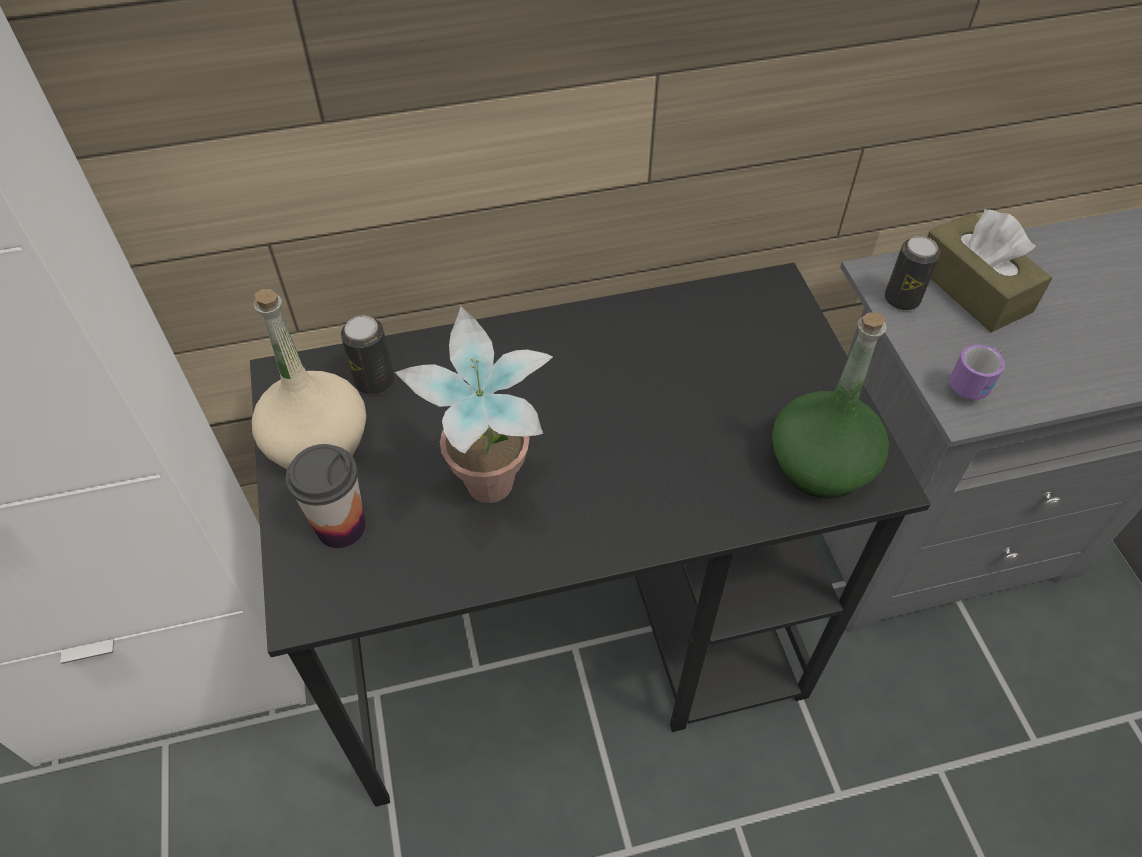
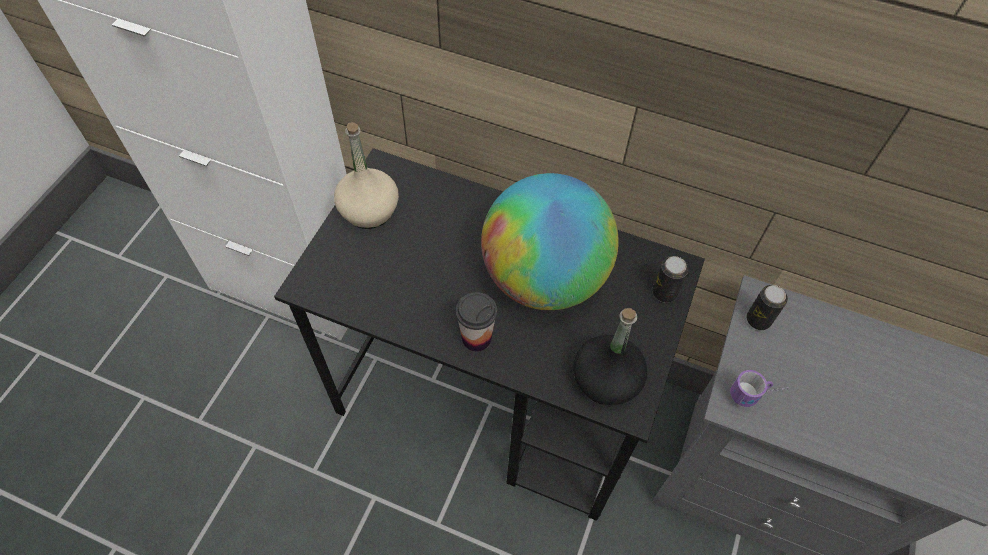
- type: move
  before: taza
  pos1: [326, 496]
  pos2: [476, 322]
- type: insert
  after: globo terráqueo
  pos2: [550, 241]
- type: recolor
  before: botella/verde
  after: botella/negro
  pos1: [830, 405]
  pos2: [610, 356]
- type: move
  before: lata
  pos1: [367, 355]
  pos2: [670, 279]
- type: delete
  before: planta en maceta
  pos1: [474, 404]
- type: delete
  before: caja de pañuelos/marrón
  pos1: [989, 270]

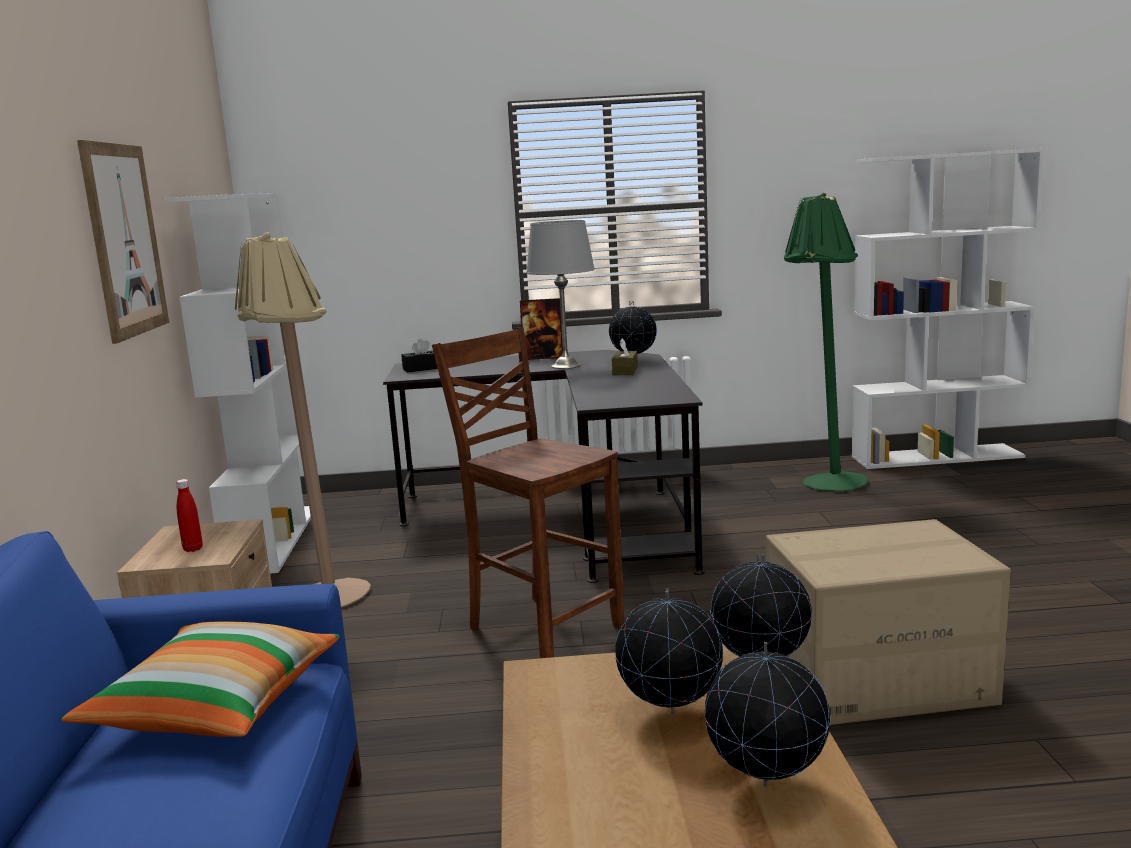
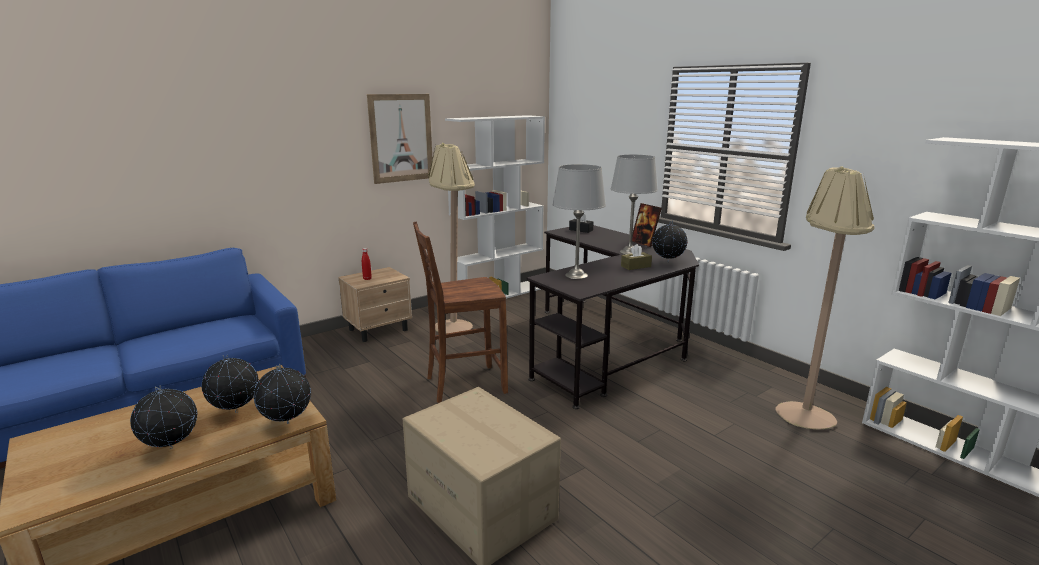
- type: rotate
  before: silla/marrón
  pos1: [528, 492]
  pos2: [460, 312]
  turn: -120
- type: insert
  after: lámpara de mesa/gris
  pos2: [579, 221]
- type: recolor
  before: lámpara de pie/verde
  after: lámpara de pie/beis
  pos1: [826, 341]
  pos2: [825, 297]
- type: delete
  before: cojín
  pos1: [200, 679]

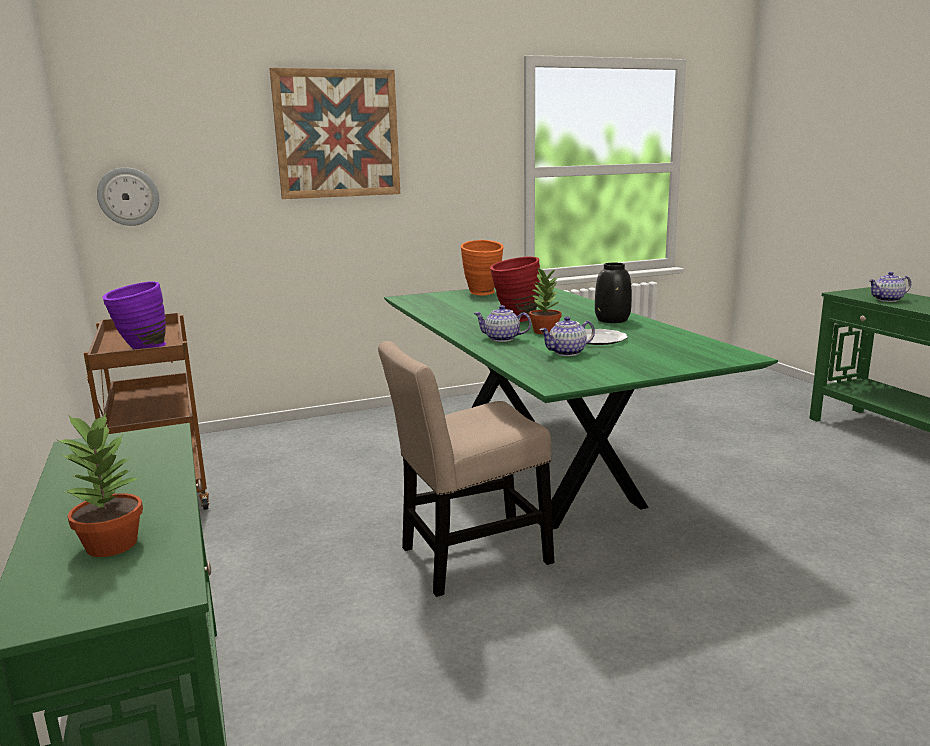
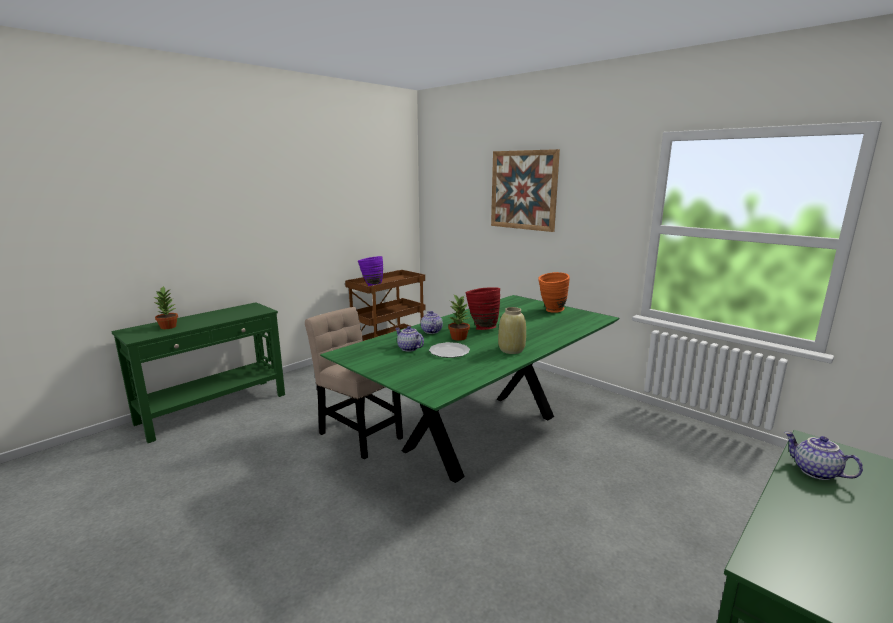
- type: recolor
  before: florero/negro
  after: florero/beis
  pos1: [613, 293]
  pos2: [512, 330]
- type: delete
  before: reloj de pared
  pos1: [128, 196]

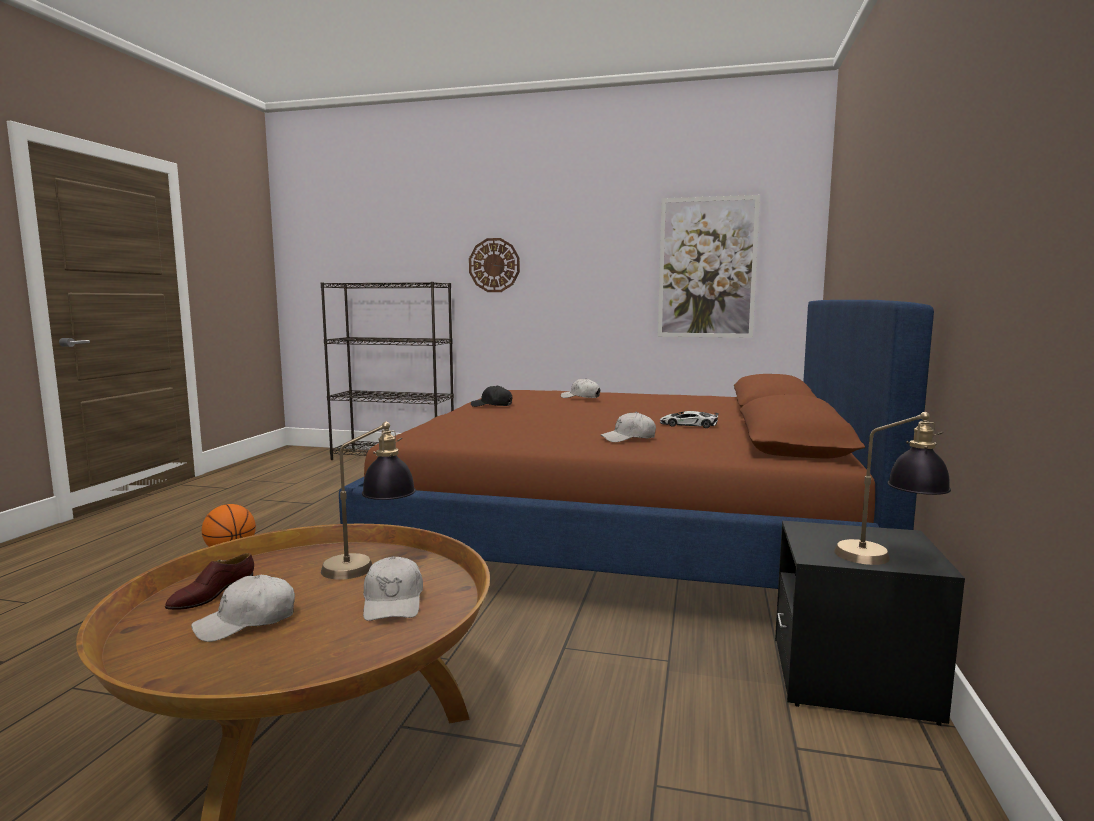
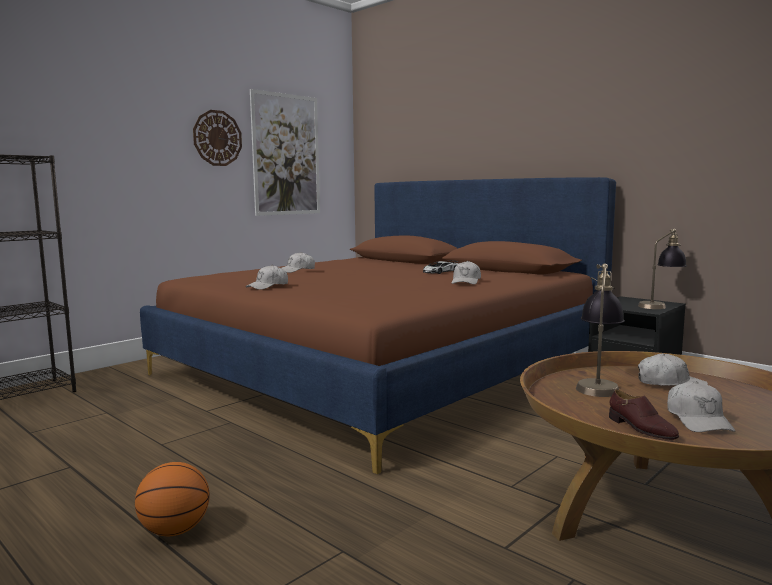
- type: move
  before: reloj de pared
  pos1: [494, 265]
  pos2: [217, 138]
- type: recolor
  before: gorra/negro
  after: gorra/blanco
  pos1: [492, 396]
  pos2: [267, 277]

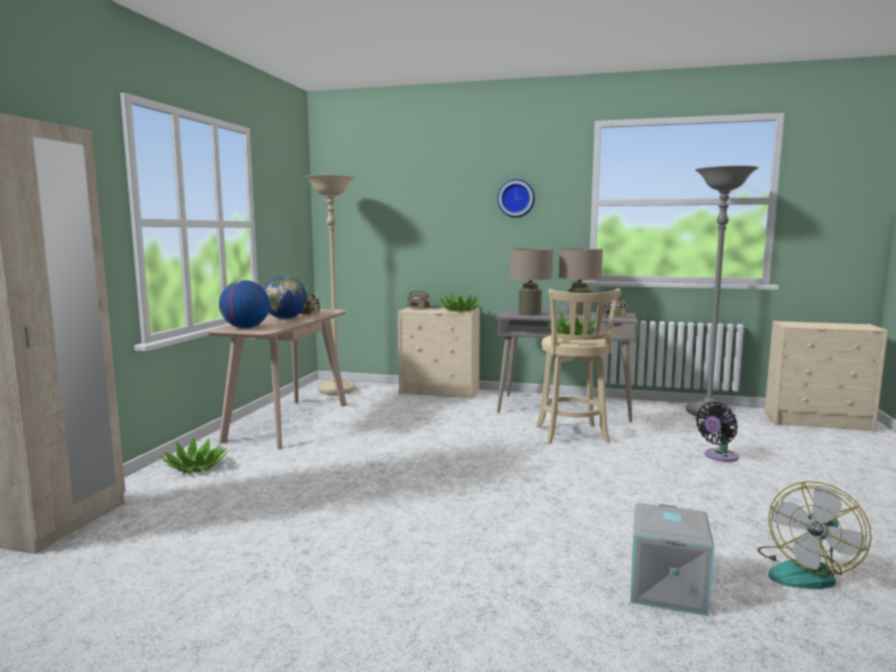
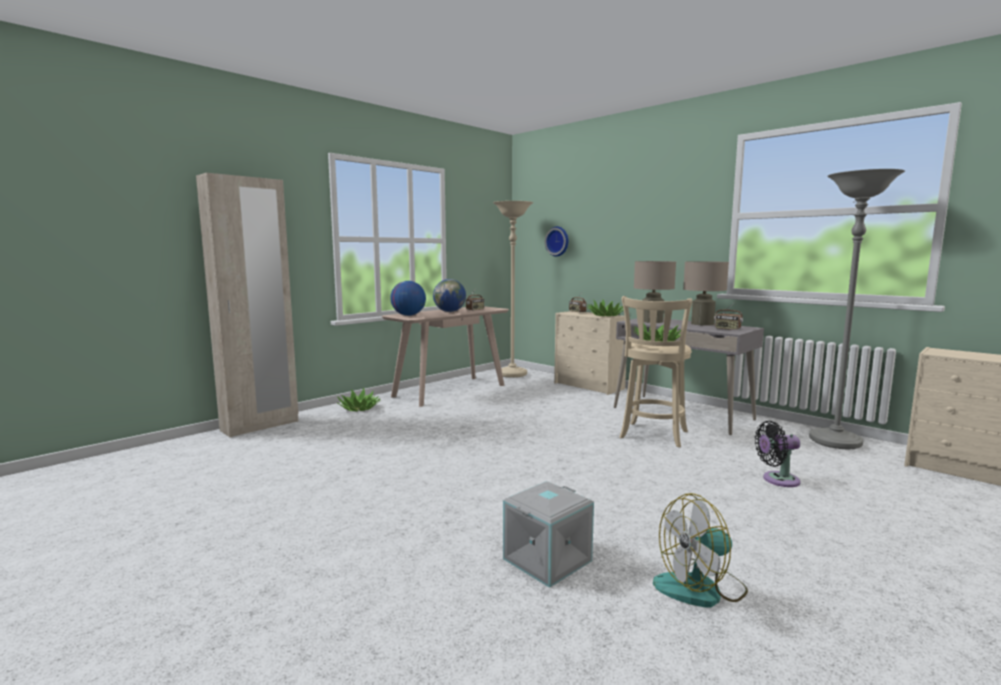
- type: move
  before: reloj de pared
  pos1: [516, 198]
  pos2: [556, 242]

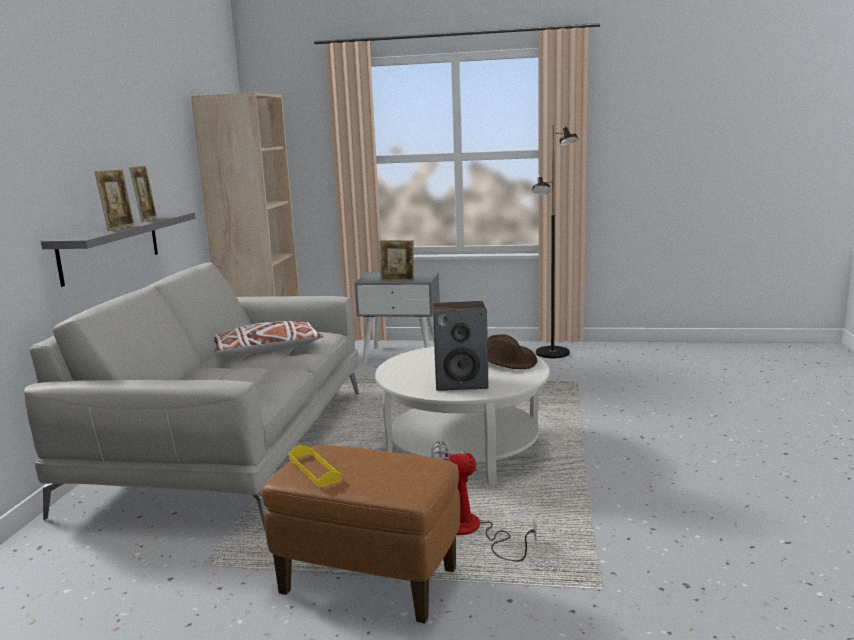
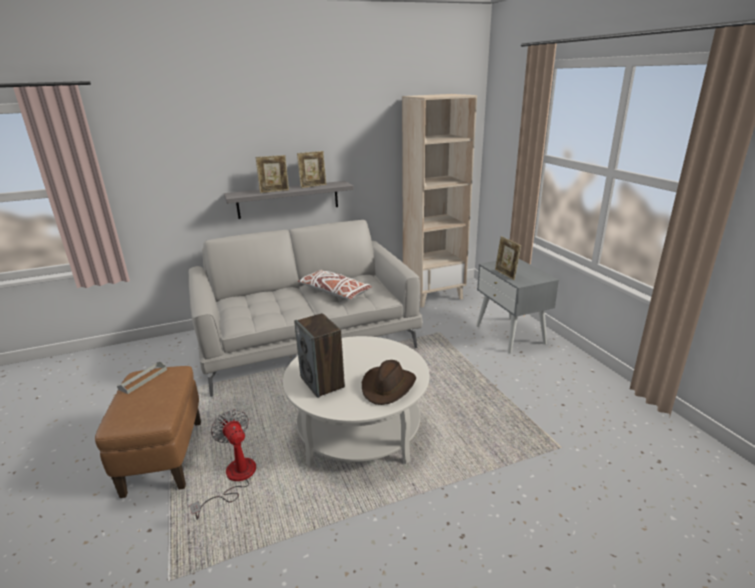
- type: recolor
  before: bandeja/amarillo
  after: bandeja/gris
  pos1: [315, 466]
  pos2: [142, 378]
- type: delete
  before: lámpara de pie/negro
  pos1: [555, 241]

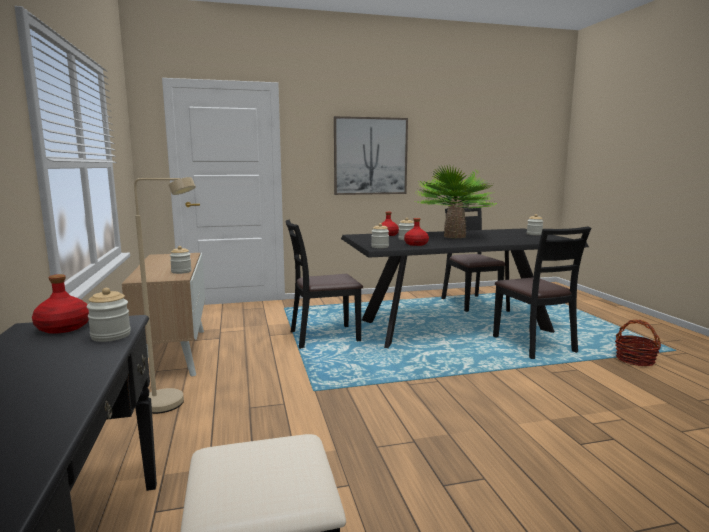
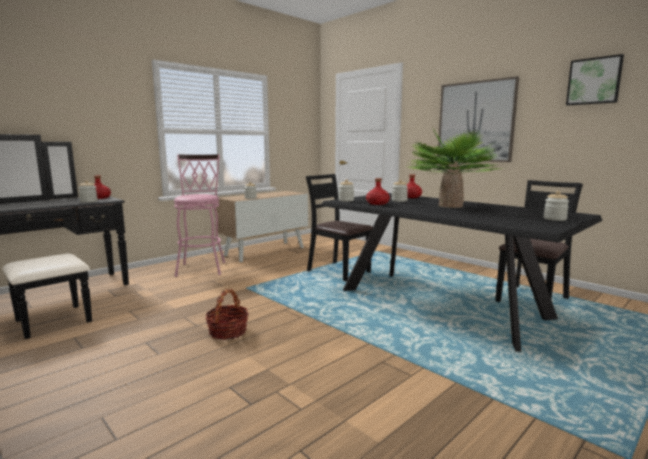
- type: replace
  before: lámpara de pie/beis
  after: taburete/rosa
  pos1: [165, 295]
  pos2: [199, 215]
- type: move
  before: cesta
  pos1: [638, 343]
  pos2: [226, 314]
- type: insert
  after: cuadro
  pos2: [595, 80]
- type: delete
  before: silla/negro
  pos1: [542, 292]

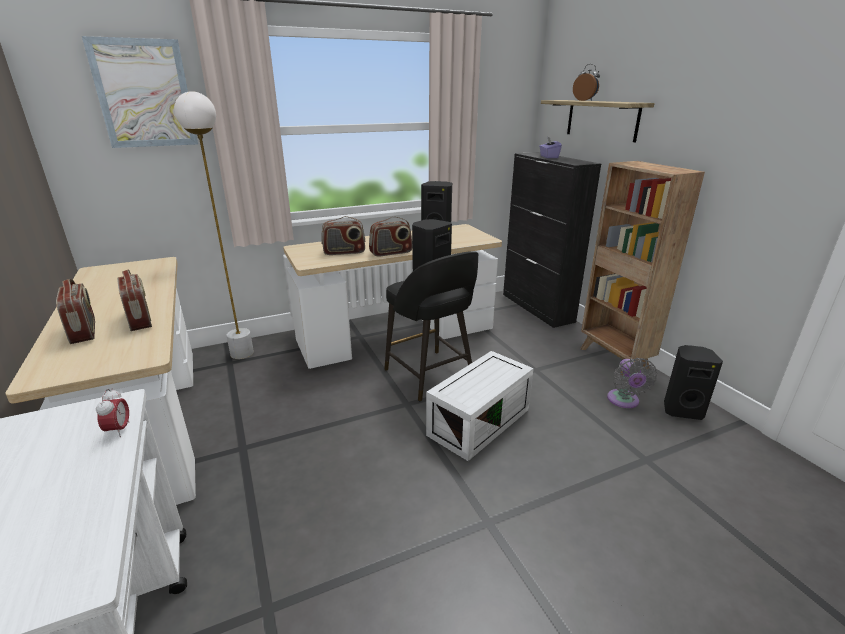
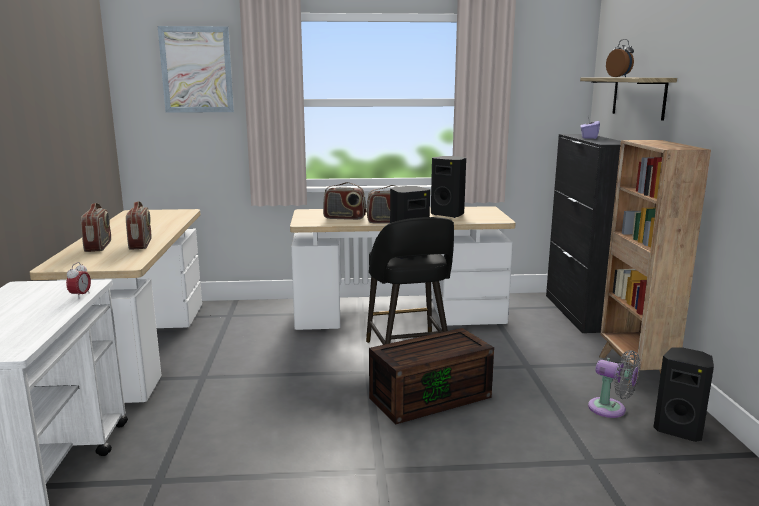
- type: recolor
  before: caja de almacenaje/blanco
  after: caja de almacenaje/marrón
  pos1: [480, 406]
  pos2: [431, 376]
- type: rotate
  before: ventilador/gris
  pos1: [632, 383]
  pos2: [614, 384]
  turn: -75
- type: delete
  before: lámpara de pie/blanco
  pos1: [214, 225]

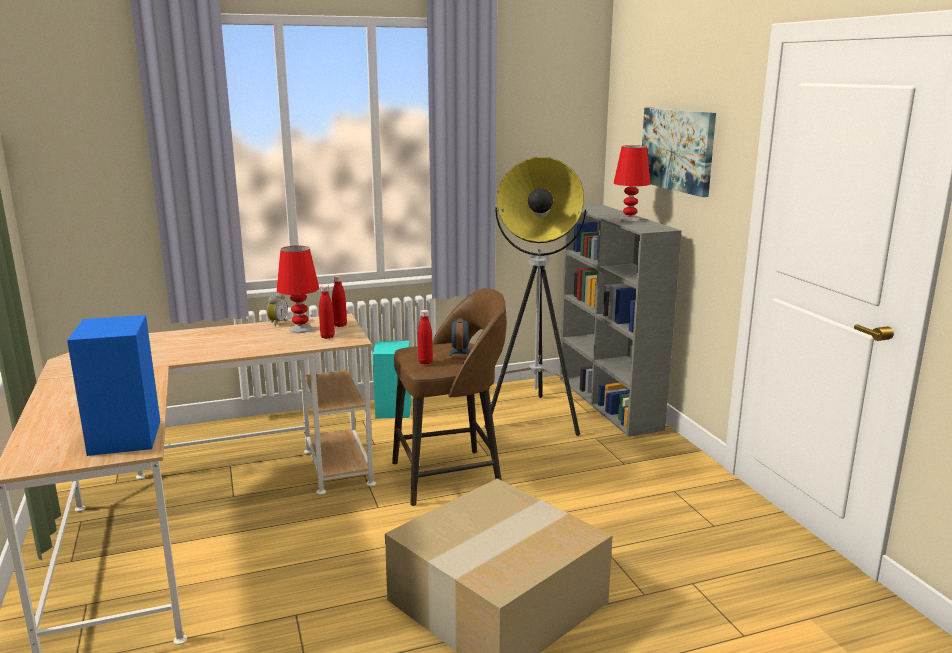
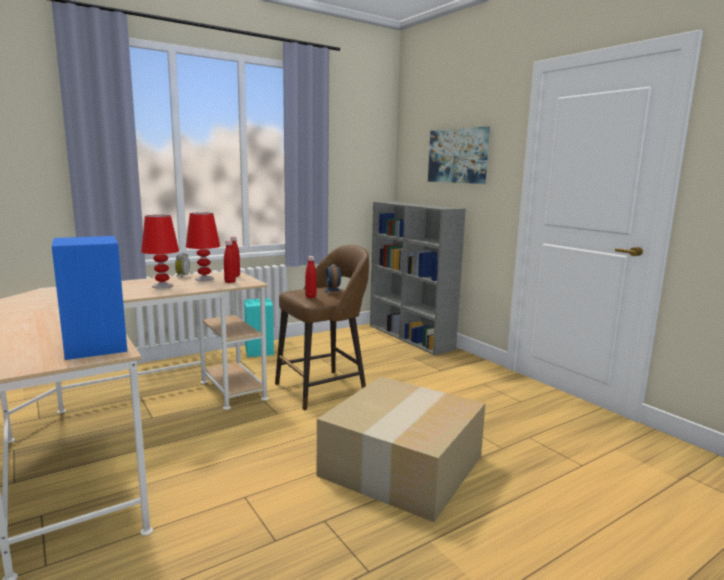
- type: move
  before: lámpara de mesa/rojo
  pos1: [632, 183]
  pos2: [160, 252]
- type: delete
  before: lámpara de pie
  pos1: [535, 296]

